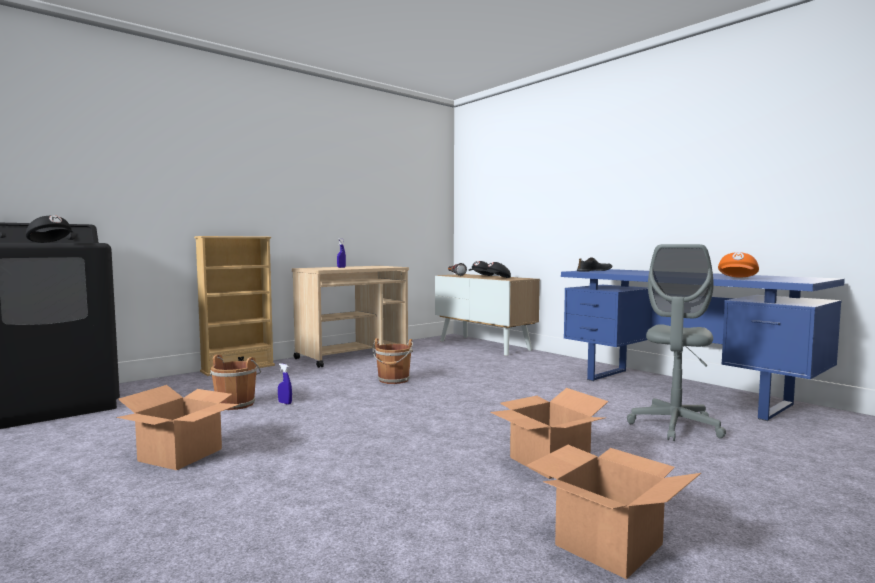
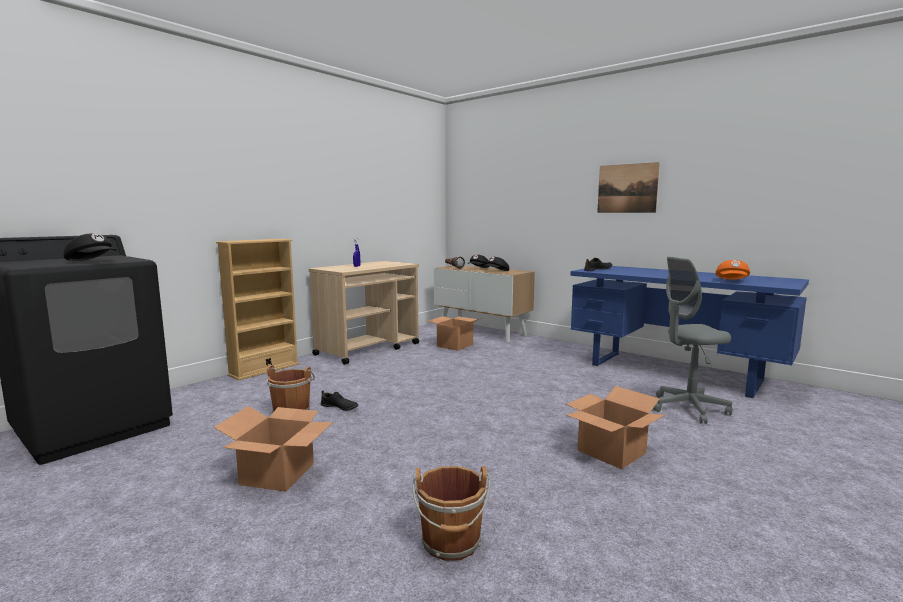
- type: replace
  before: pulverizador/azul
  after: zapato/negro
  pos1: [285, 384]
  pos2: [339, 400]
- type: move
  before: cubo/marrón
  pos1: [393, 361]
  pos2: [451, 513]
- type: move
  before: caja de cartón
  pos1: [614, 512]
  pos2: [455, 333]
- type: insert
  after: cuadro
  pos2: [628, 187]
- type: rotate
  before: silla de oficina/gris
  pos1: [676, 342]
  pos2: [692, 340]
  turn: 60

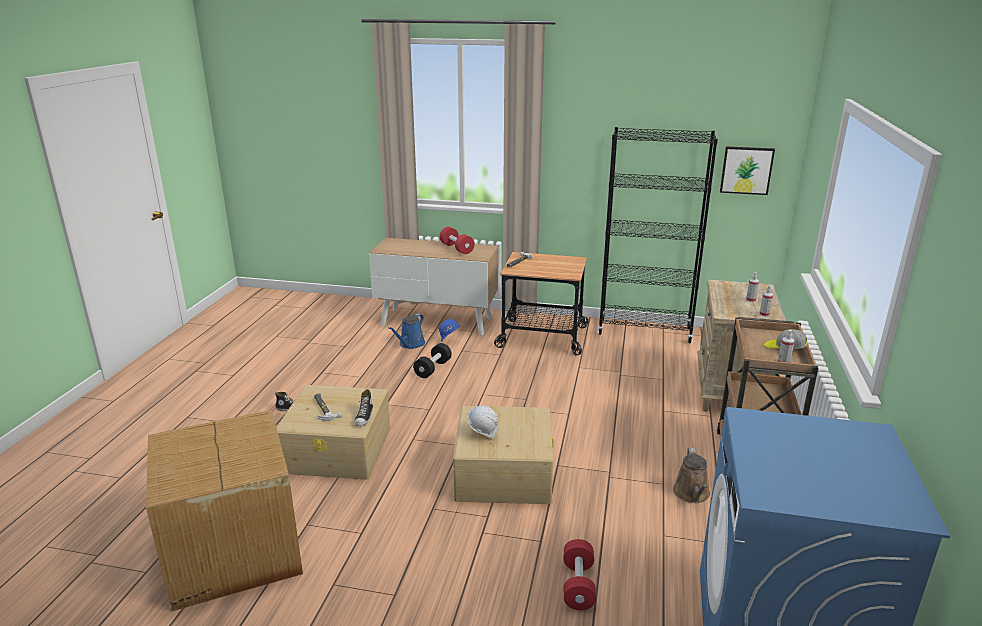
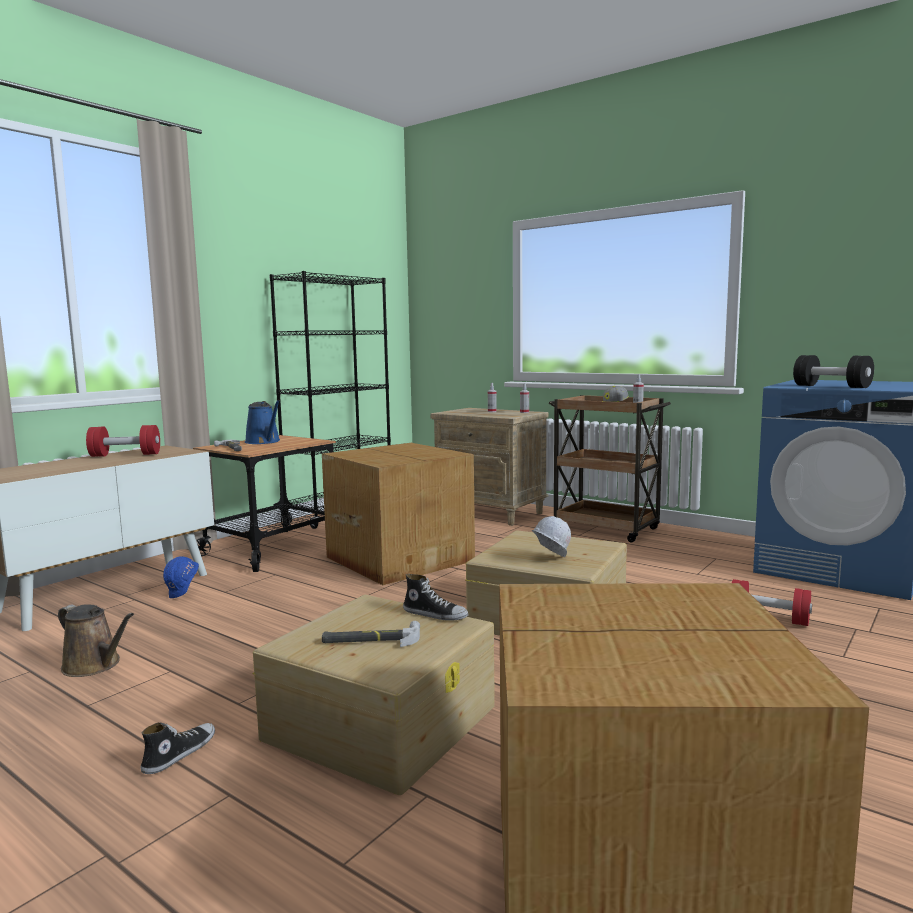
- type: move
  before: regadera/marrón
  pos1: [691, 475]
  pos2: [96, 640]
- type: move
  before: regadera/azul
  pos1: [406, 331]
  pos2: [262, 422]
- type: insert
  after: caja de cartón
  pos2: [398, 514]
- type: move
  before: mancuerna/negro
  pos1: [432, 360]
  pos2: [833, 371]
- type: delete
  before: cuadro
  pos1: [747, 170]

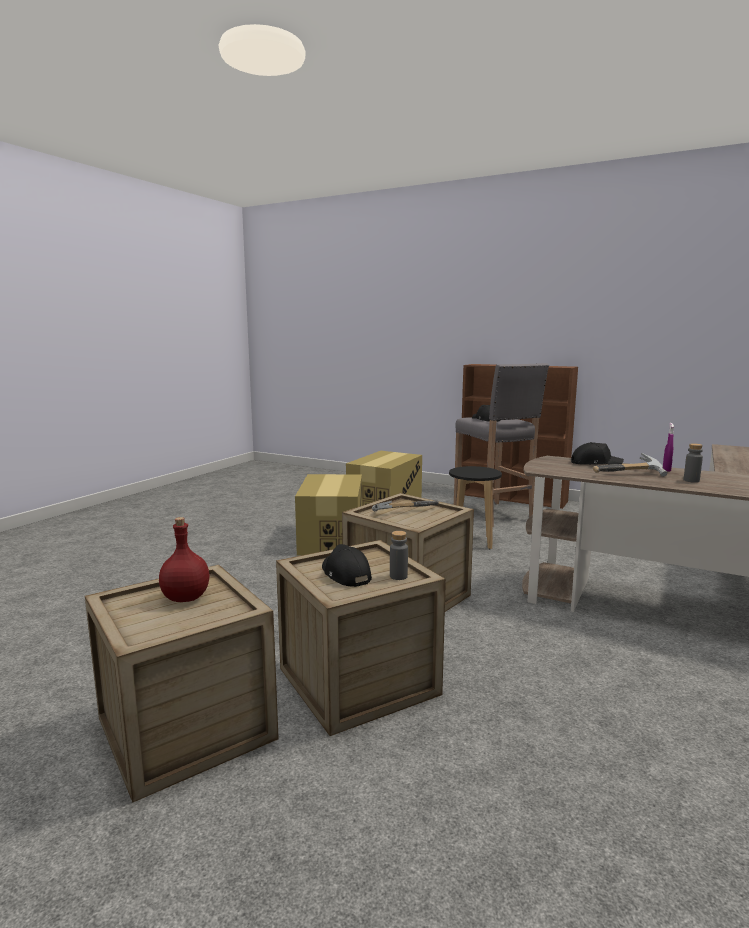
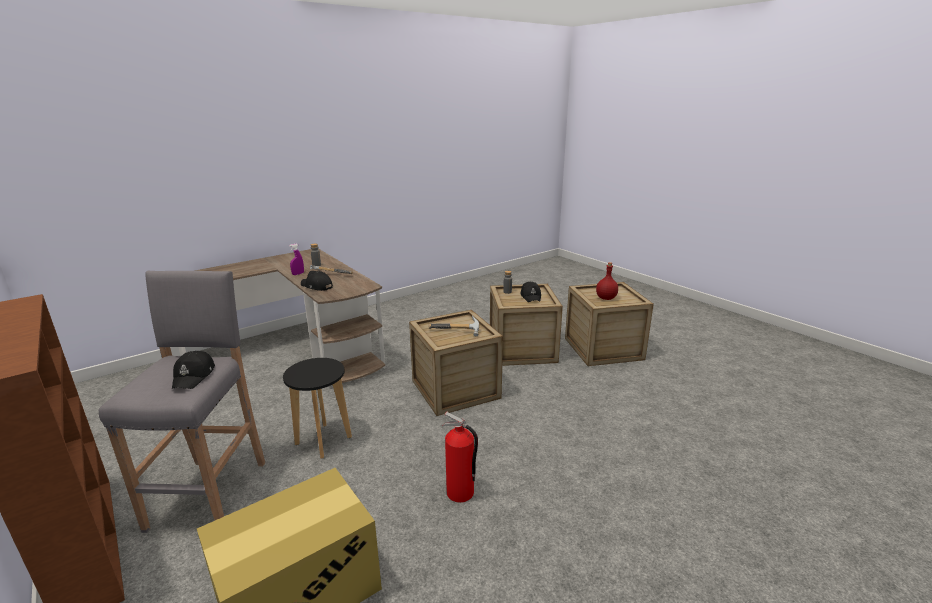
- type: replace
  before: caja de cartón
  after: extintor
  pos1: [328, 515]
  pos2: [460, 457]

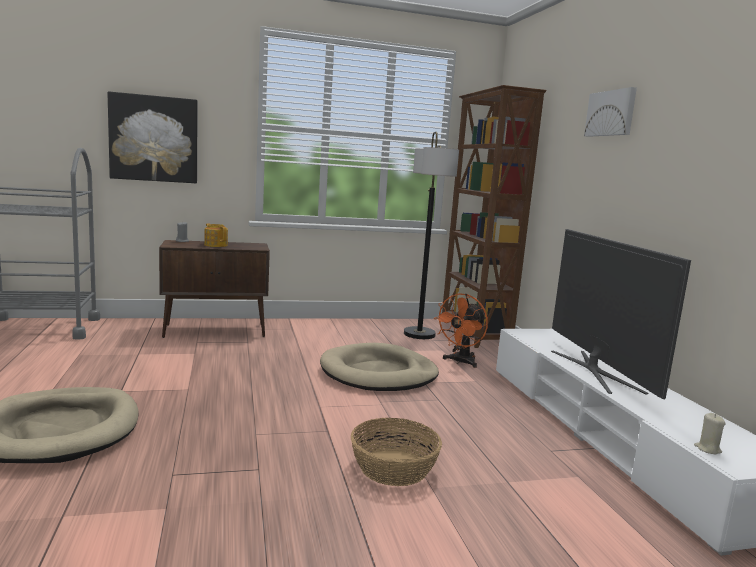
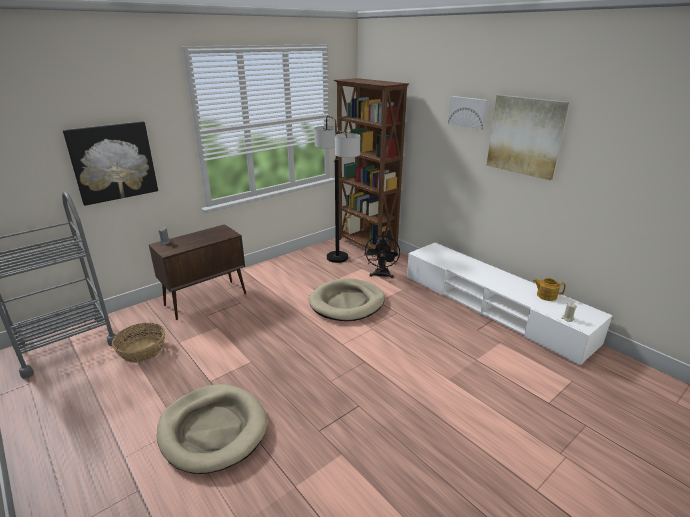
- type: move
  before: cesta
  pos1: [396, 452]
  pos2: [138, 343]
- type: recolor
  before: ventilador/naranja
  after: ventilador/negro
  pos1: [461, 330]
  pos2: [382, 256]
- type: insert
  after: cuadro
  pos2: [527, 137]
- type: move
  before: tetera
  pos1: [216, 235]
  pos2: [549, 289]
- type: delete
  before: televisor
  pos1: [621, 314]

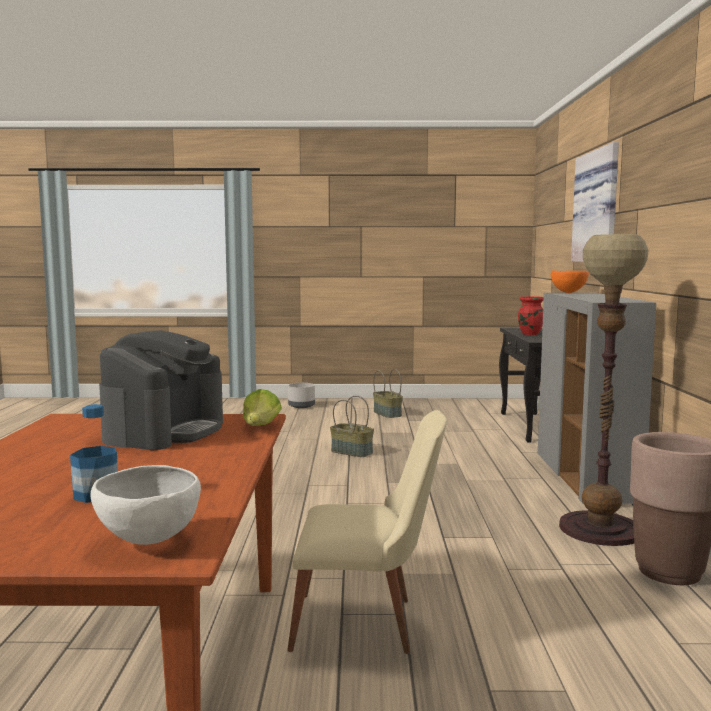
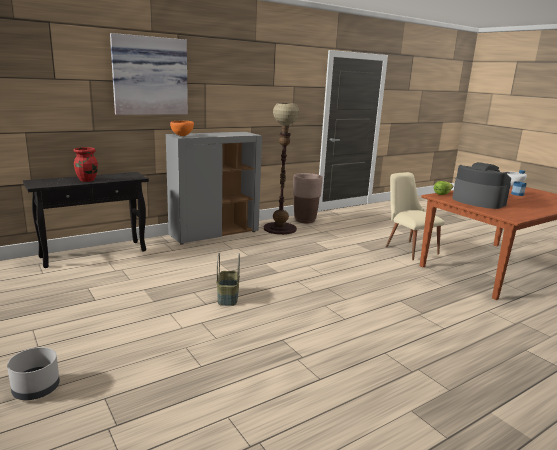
- type: rotate
  before: cafetera
  pos1: [161, 390]
  pos2: [481, 185]
  turn: 60
- type: delete
  before: cesta
  pos1: [388, 393]

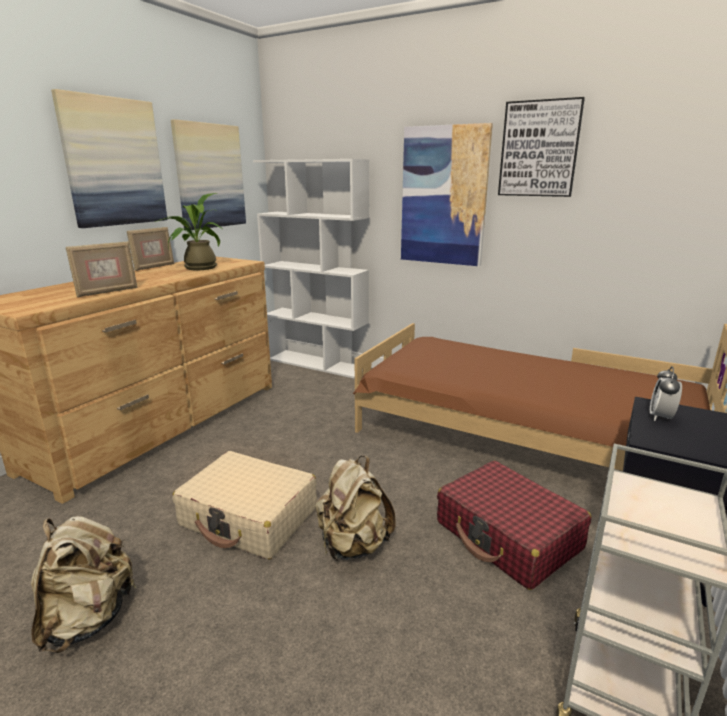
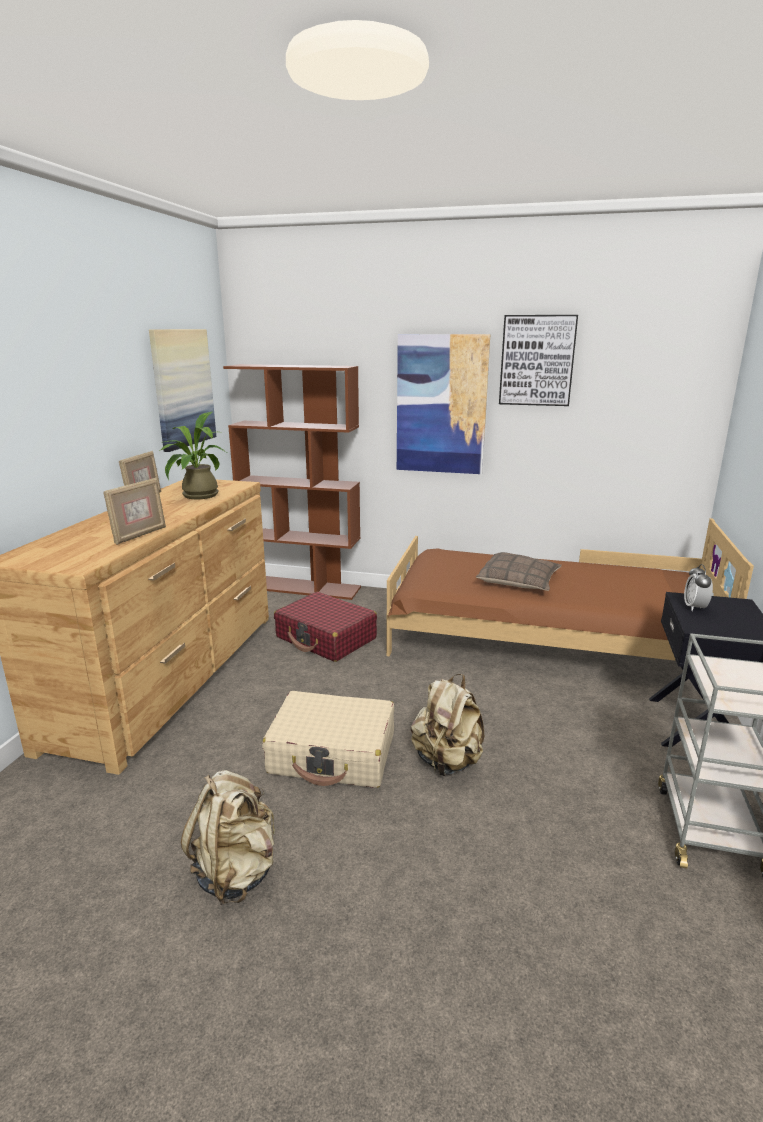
- type: recolor
  before: estantería/blanco
  after: estantería/marrón
  pos1: [311, 268]
  pos2: [292, 482]
- type: move
  before: maleta/rojo
  pos1: [514, 525]
  pos2: [325, 627]
- type: insert
  after: cojín
  pos2: [519, 571]
- type: delete
  before: cuadro
  pos1: [109, 158]

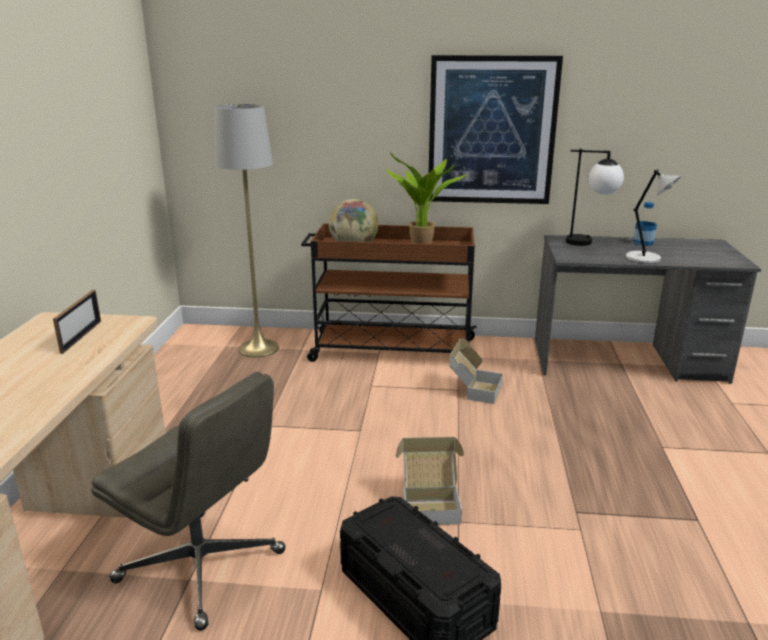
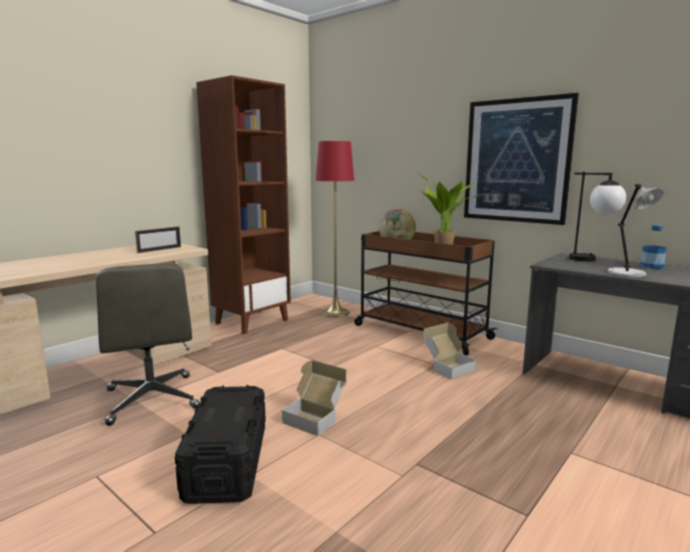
- type: insert
  after: estantería/marrón
  pos2: [243, 204]
- type: recolor
  before: lámpara de pie/gris
  after: lámpara de pie/rojo
  pos1: [247, 231]
  pos2: [335, 228]

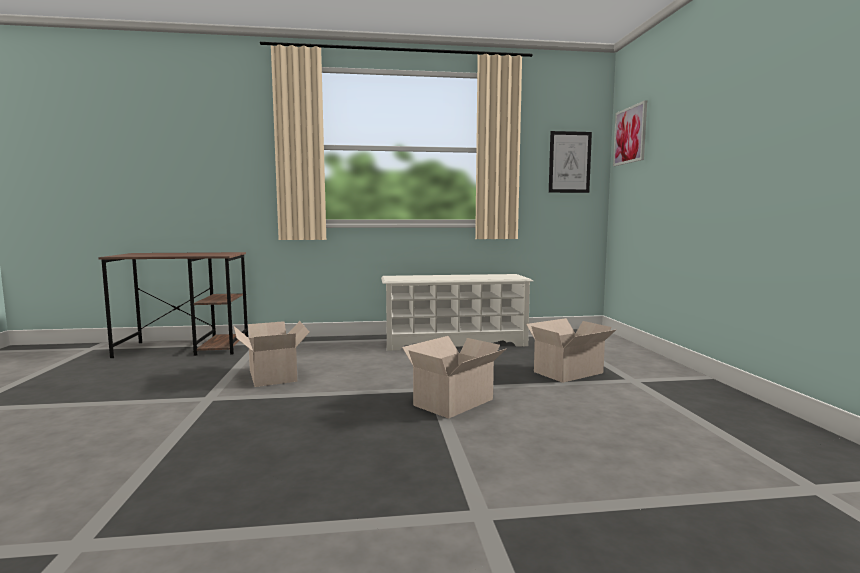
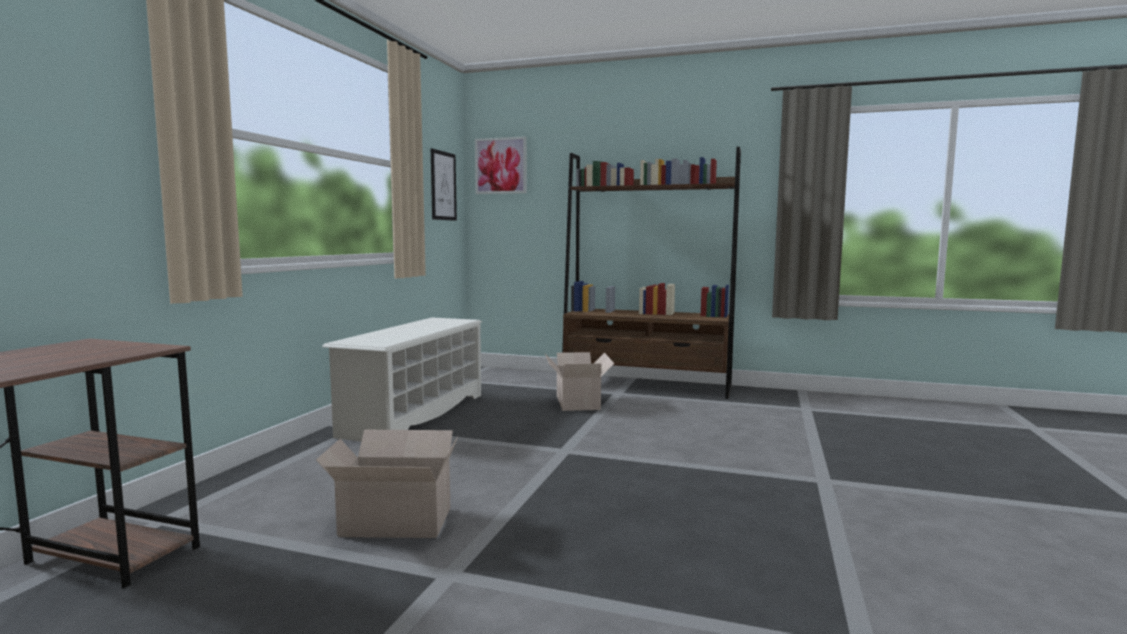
- type: insert
  after: estantería/marrón
  pos2: [651, 273]
- type: delete
  before: caja de cartón
  pos1: [454, 377]

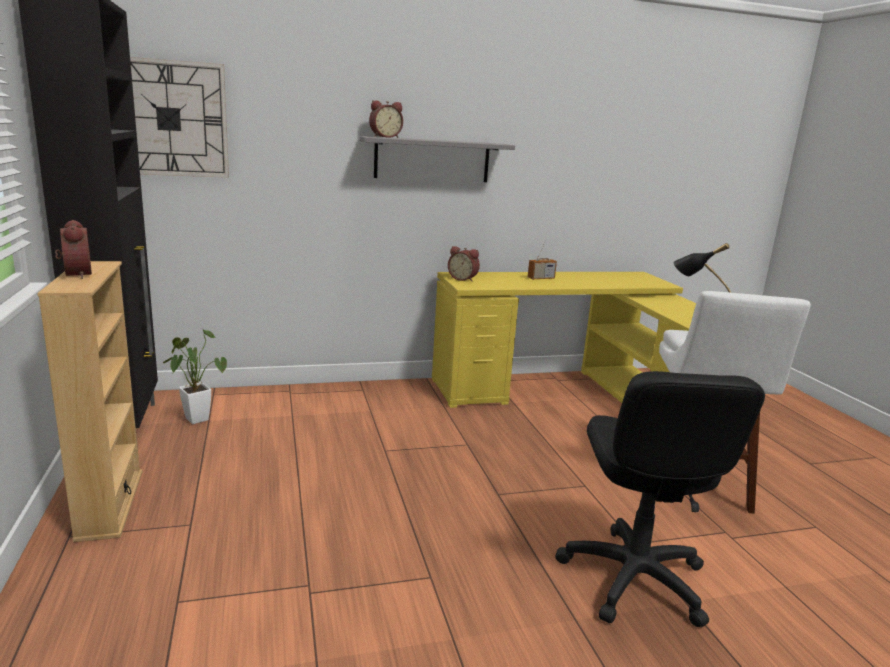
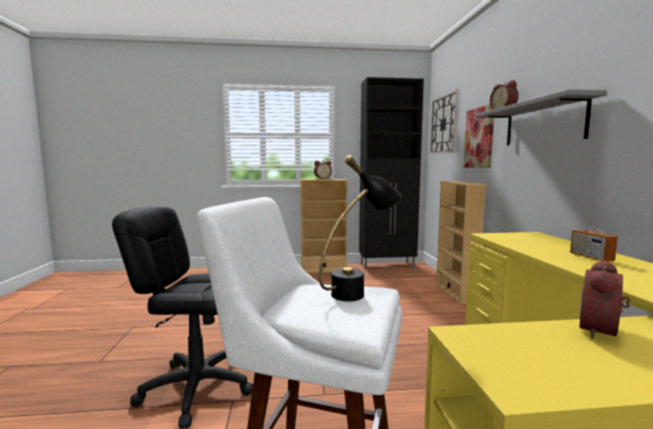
- type: insert
  after: estantería/beis
  pos2: [460, 243]
- type: insert
  after: cuadro
  pos2: [479, 136]
- type: move
  before: despertador
  pos1: [464, 264]
  pos2: [604, 299]
- type: delete
  before: planta en maceta
  pos1: [195, 376]

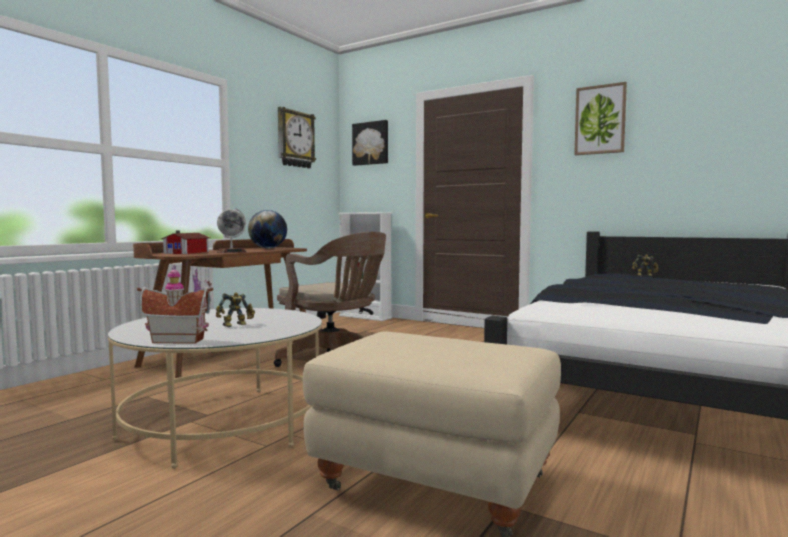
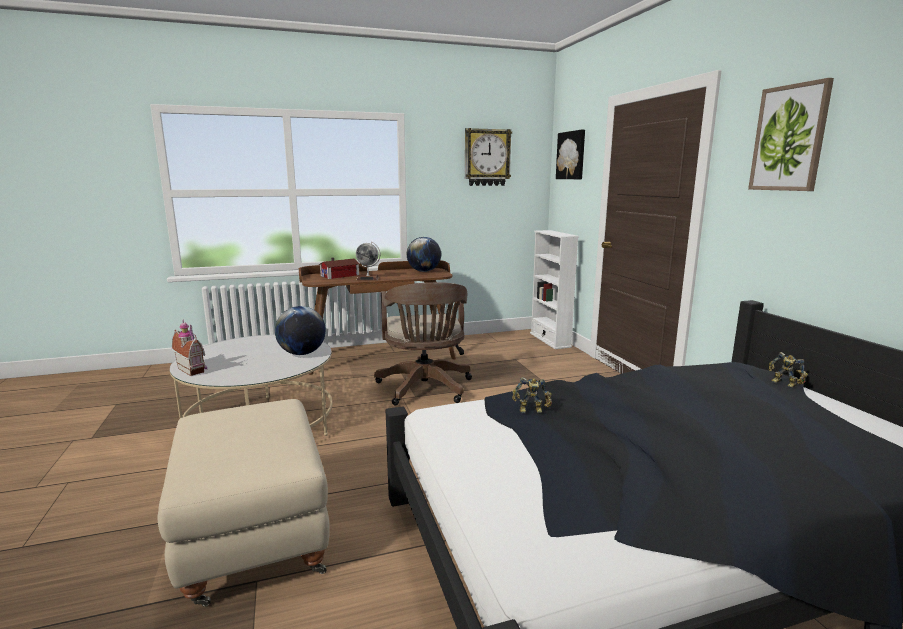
- type: insert
  after: globo terráqueo
  pos2: [300, 330]
- type: move
  before: robot de juguete
  pos1: [235, 309]
  pos2: [532, 395]

